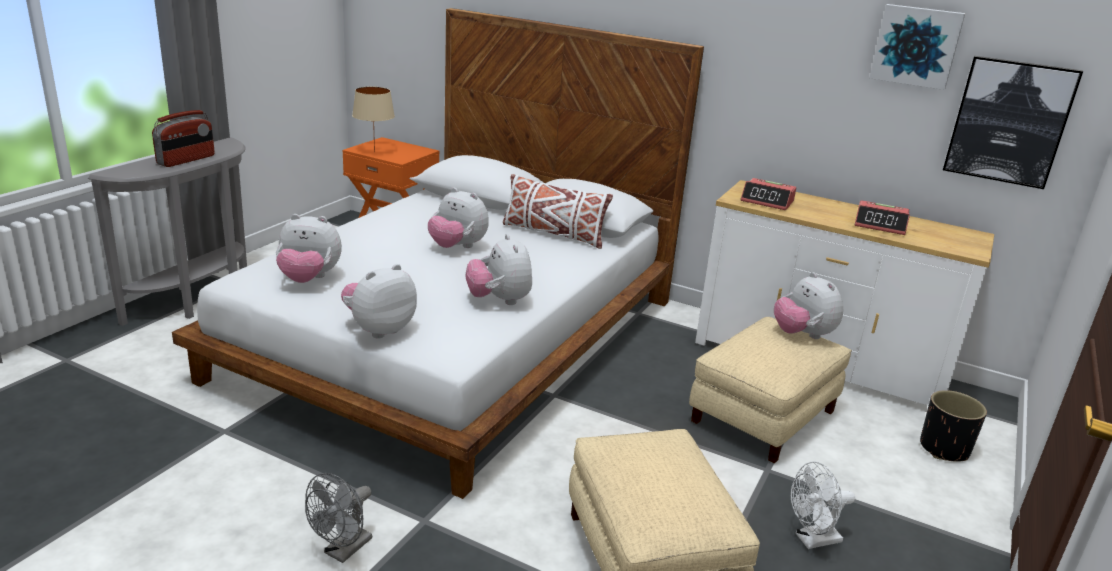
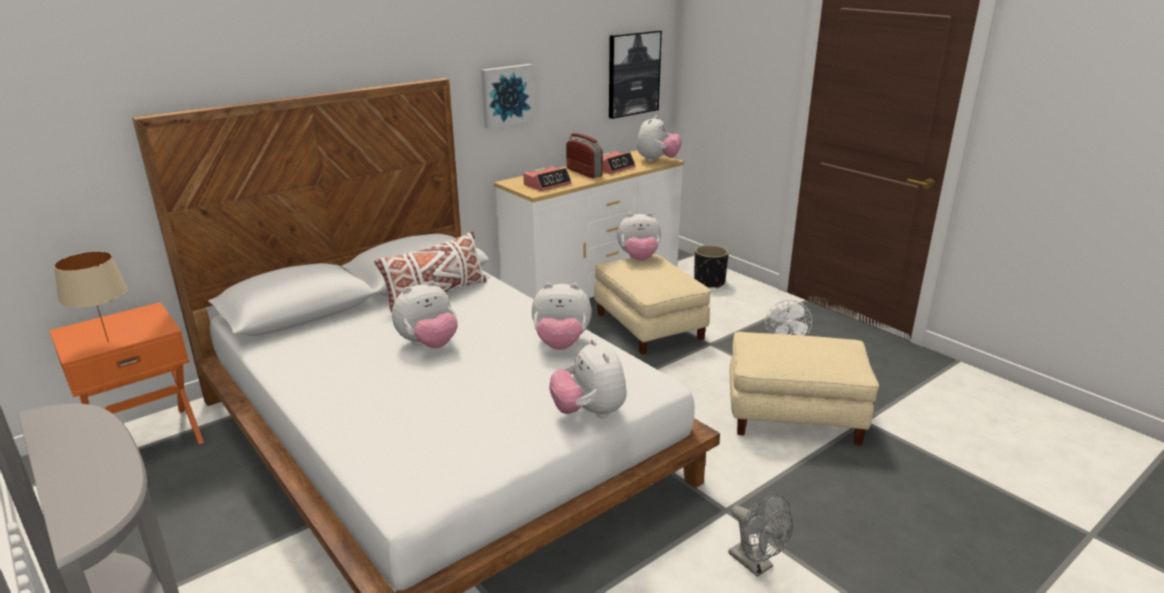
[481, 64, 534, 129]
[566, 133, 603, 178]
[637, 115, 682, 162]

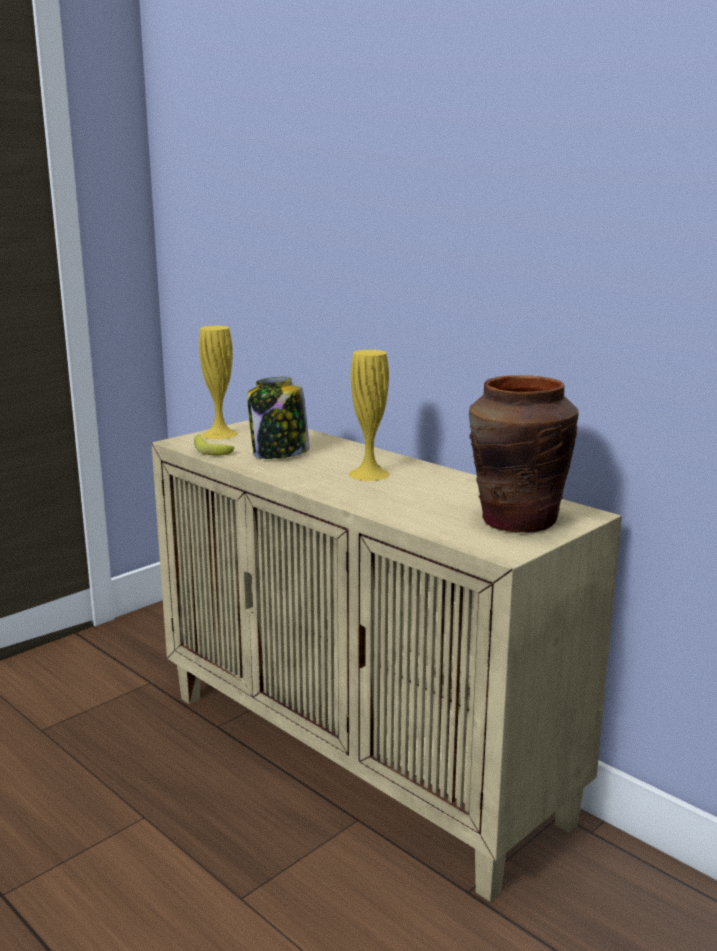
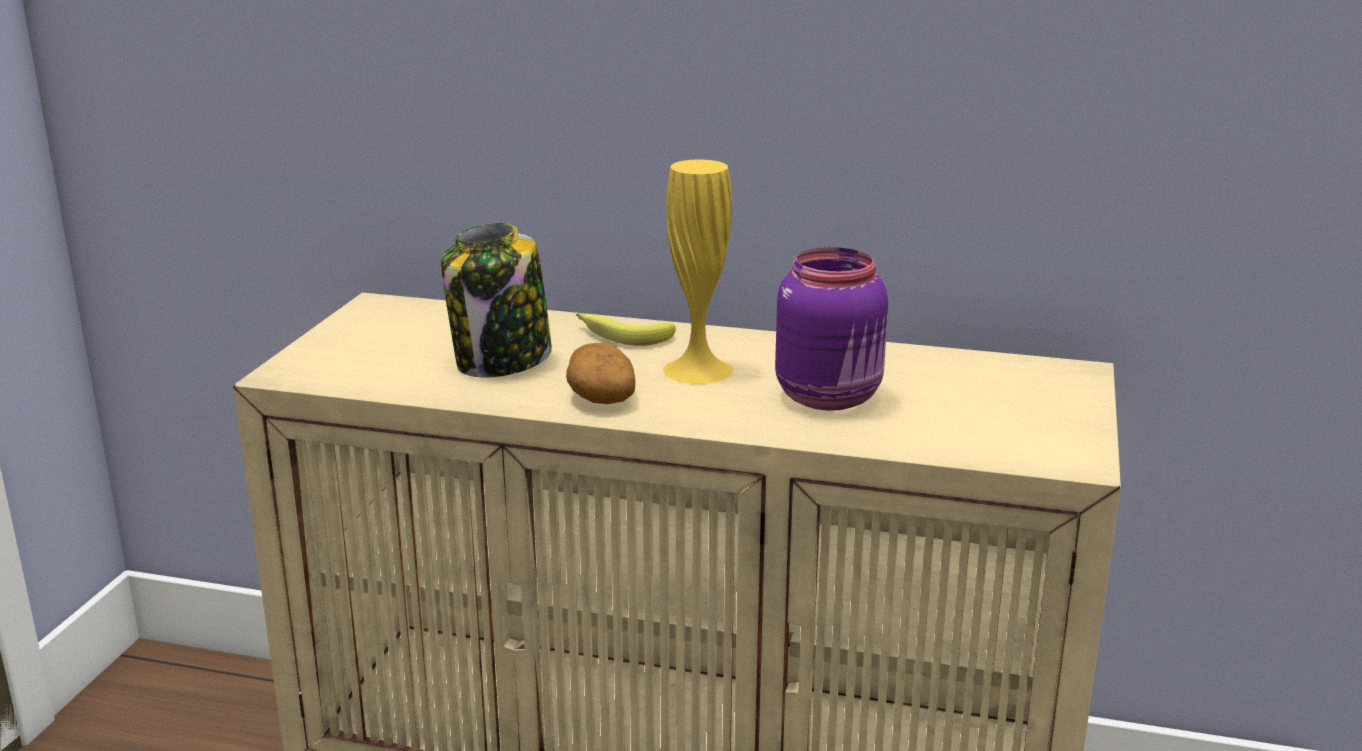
[199, 326, 238, 439] (first image)
[469, 375, 578, 533] (first image)
[576, 313, 676, 346]
[775, 247, 888, 411]
[566, 343, 635, 404]

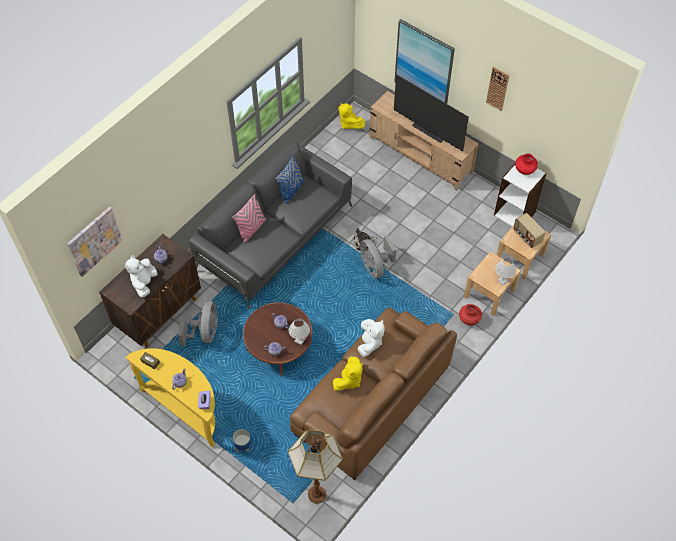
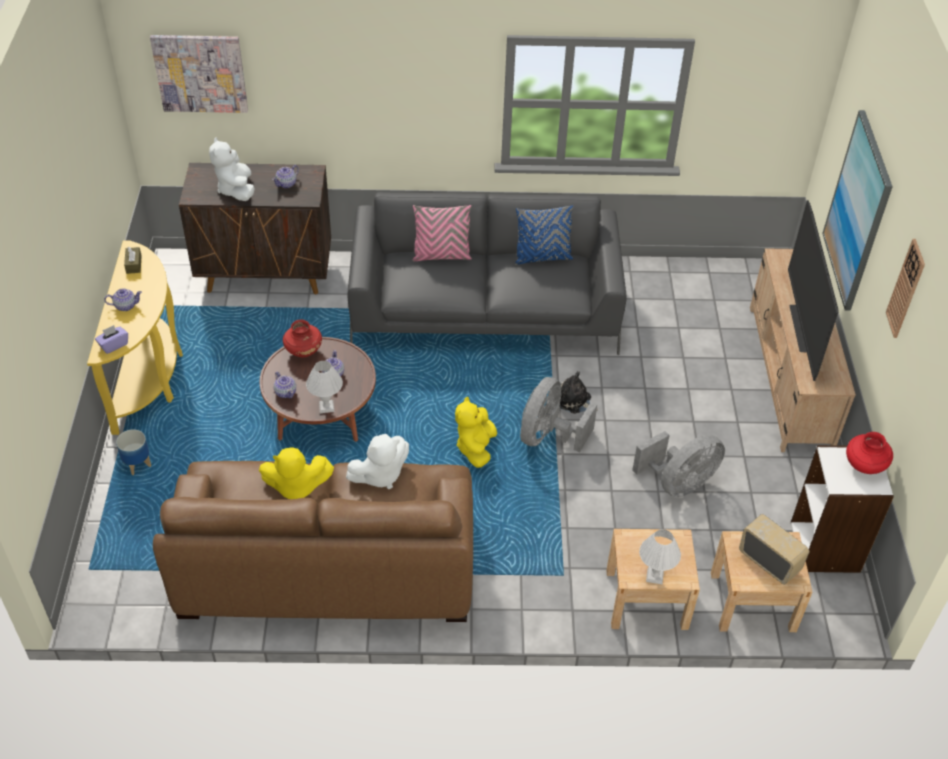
[455, 396, 497, 468]
[739, 514, 810, 585]
[209, 137, 255, 201]
[632, 431, 725, 497]
[283, 320, 322, 358]
[288, 429, 343, 504] (first image)

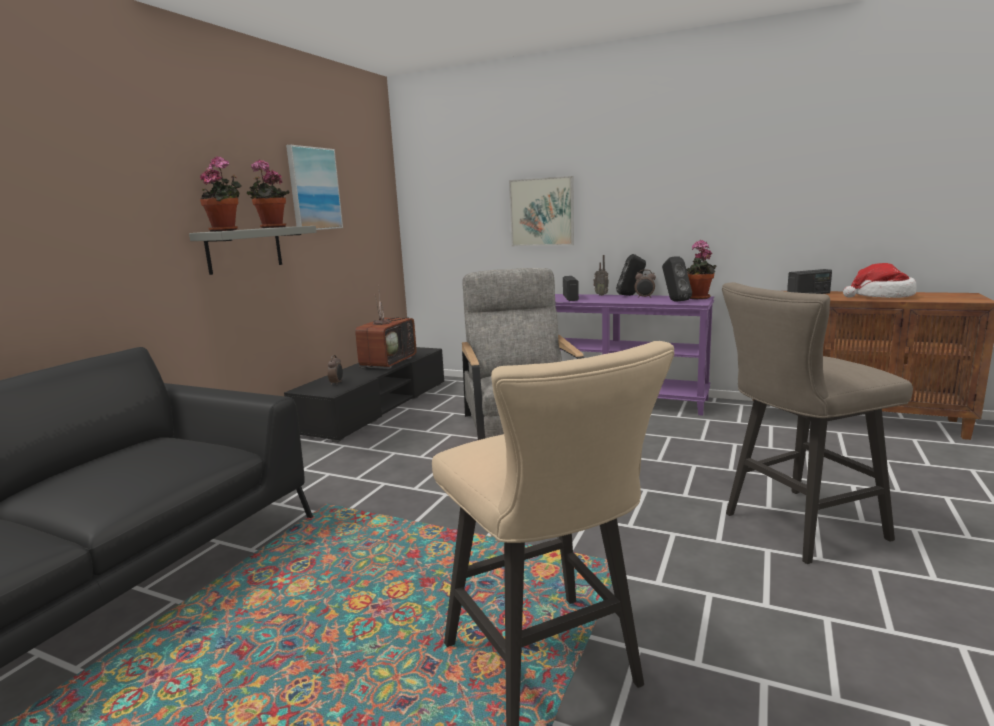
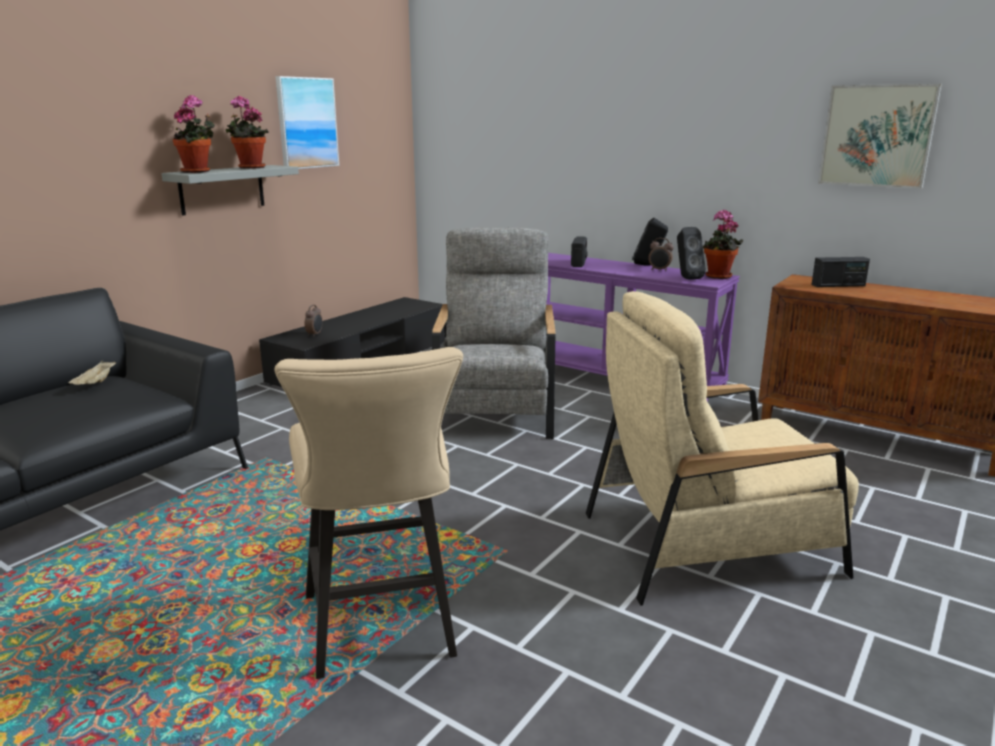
[818, 84, 942, 189]
[593, 255, 609, 296] (first image)
[843, 263, 917, 298] (first image)
[585, 291, 859, 606]
[355, 285, 417, 369] (first image)
[68, 361, 116, 385]

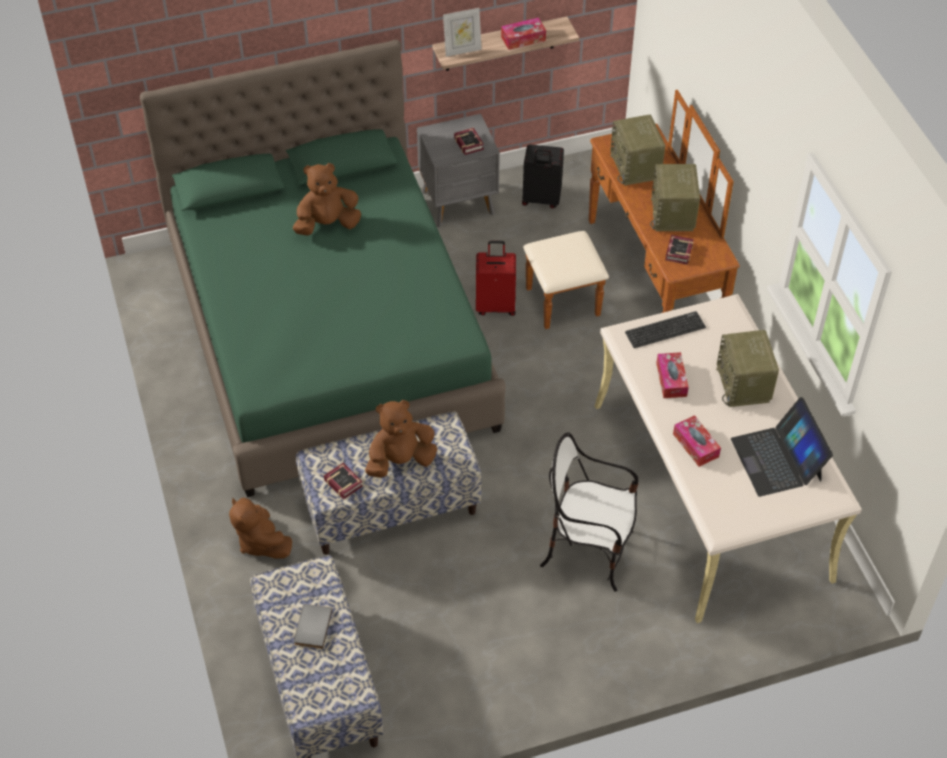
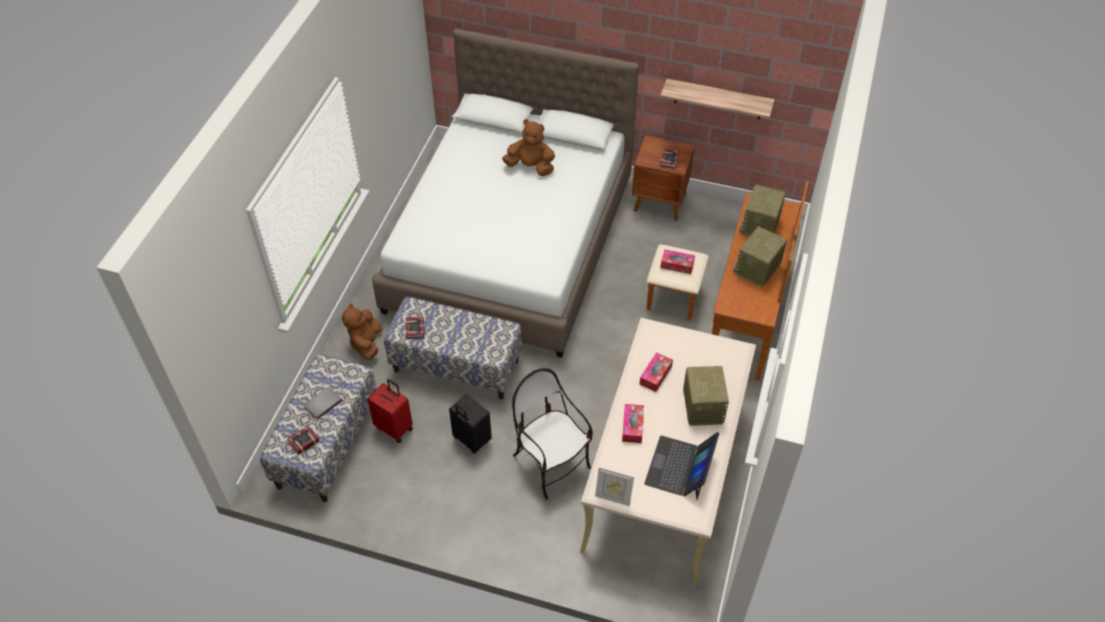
[595, 467, 634, 506]
[660, 249, 695, 274]
[372, 28, 639, 358]
[632, 135, 695, 221]
[449, 394, 492, 454]
[287, 426, 319, 455]
[367, 379, 413, 443]
[625, 311, 706, 348] (first image)
[683, 366, 729, 426]
[365, 400, 437, 478] (first image)

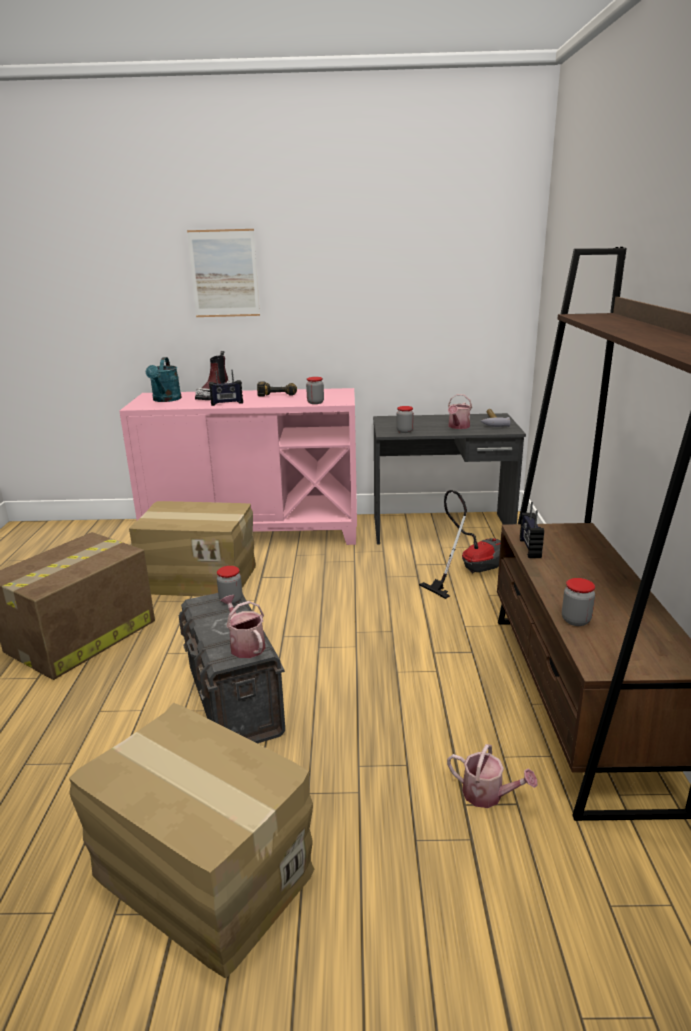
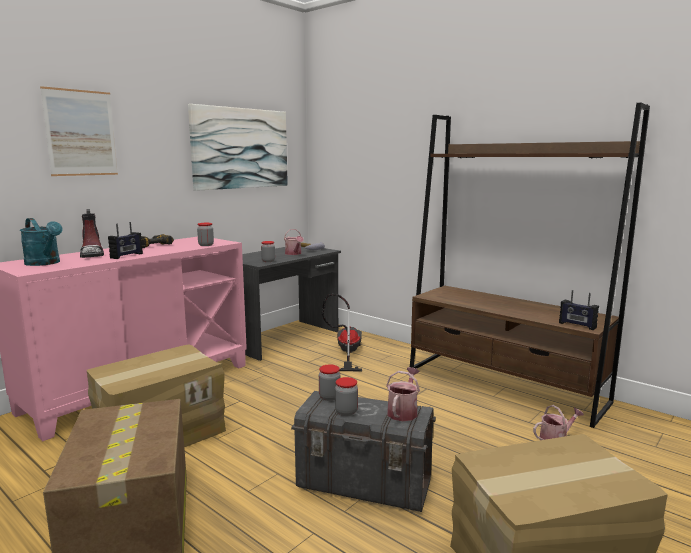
[559, 290, 599, 330]
[335, 377, 358, 416]
[386, 367, 420, 421]
[188, 104, 288, 191]

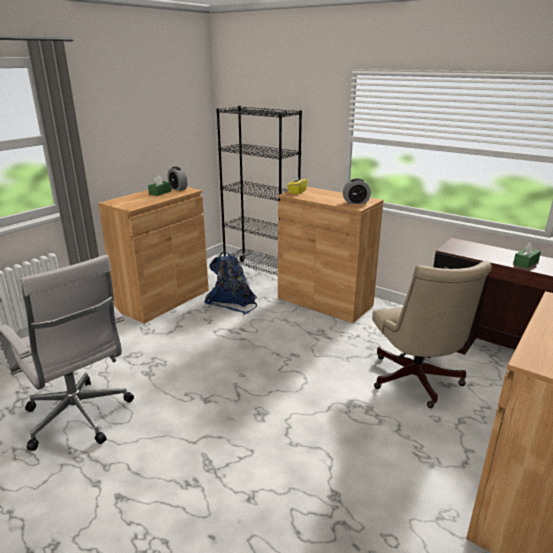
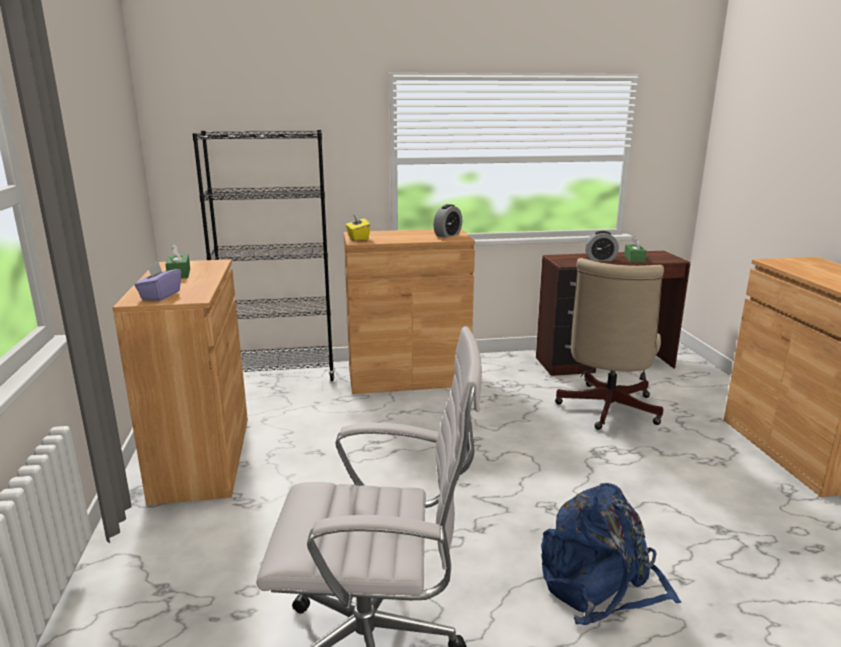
[585, 231, 619, 261]
[541, 483, 682, 625]
[555, 258, 664, 430]
[134, 261, 181, 301]

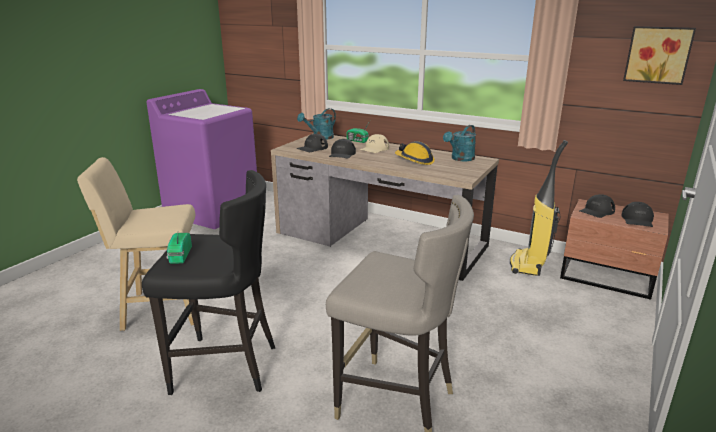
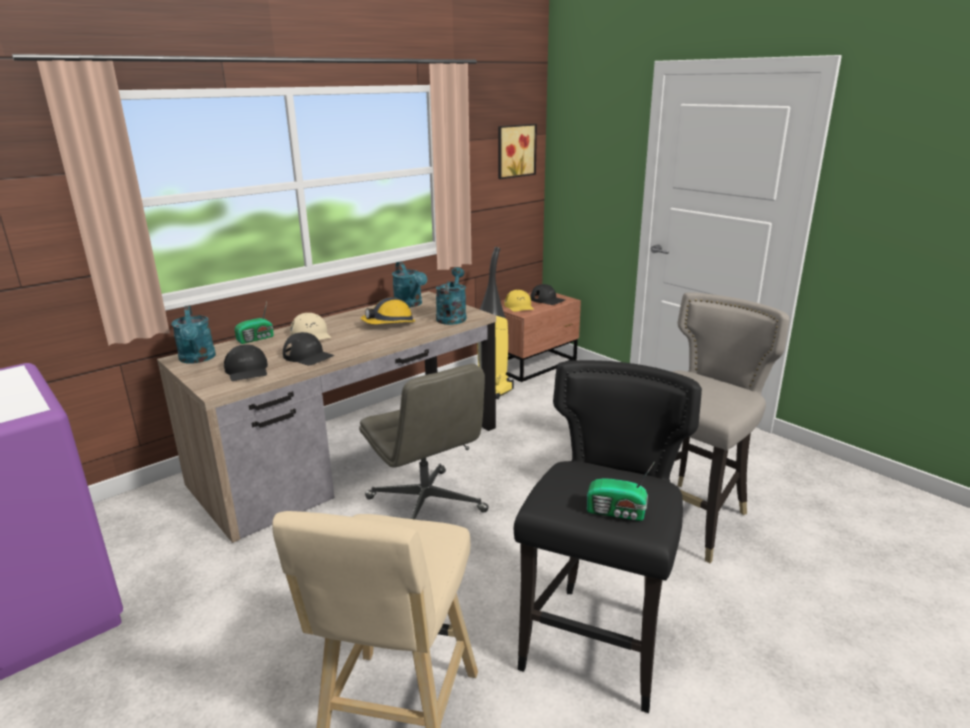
[504, 290, 534, 312]
[436, 267, 467, 325]
[359, 364, 489, 520]

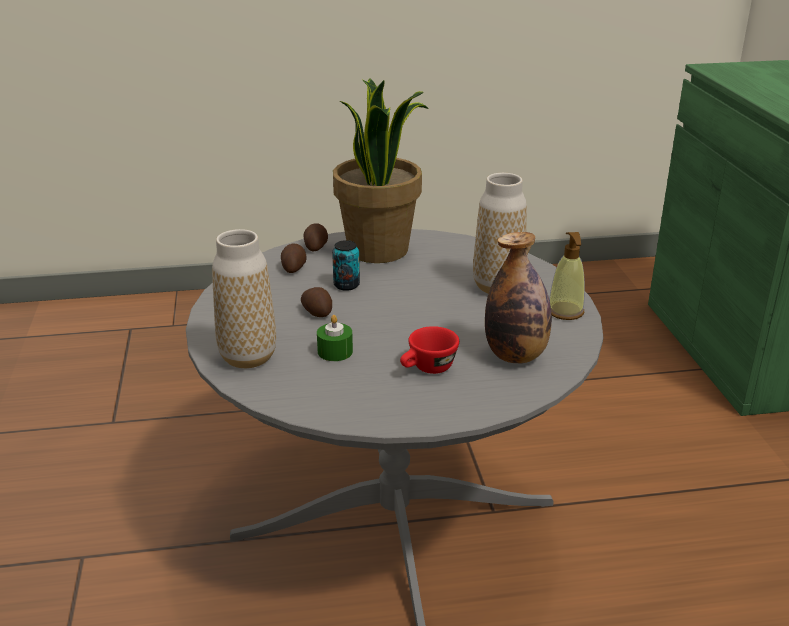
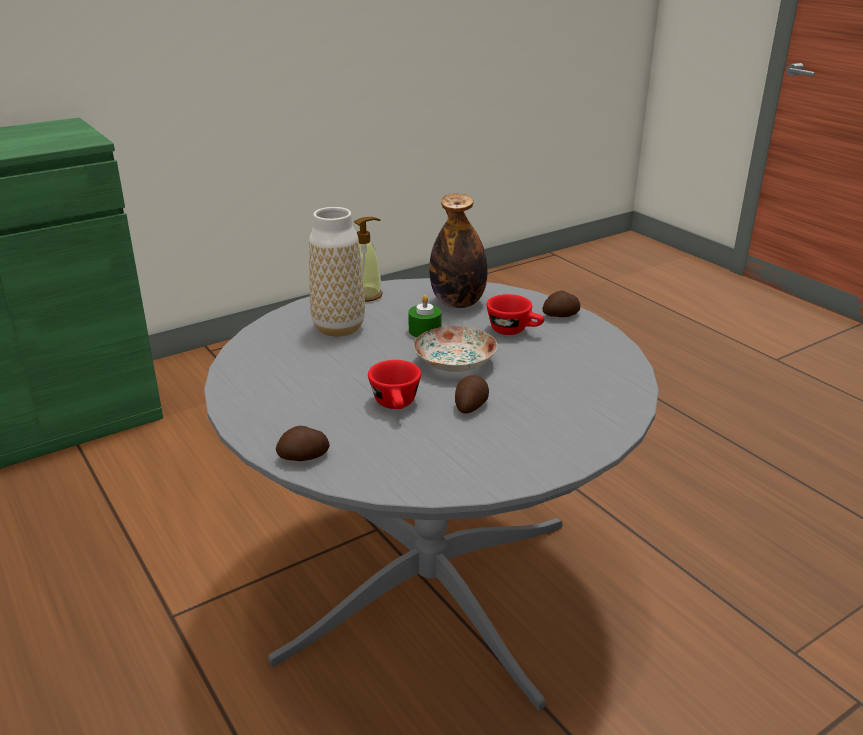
[333, 78, 429, 263] (first image)
[212, 229, 276, 368] (first image)
[368, 360, 421, 409]
[542, 290, 580, 317]
[408, 295, 442, 338]
[414, 326, 497, 372]

